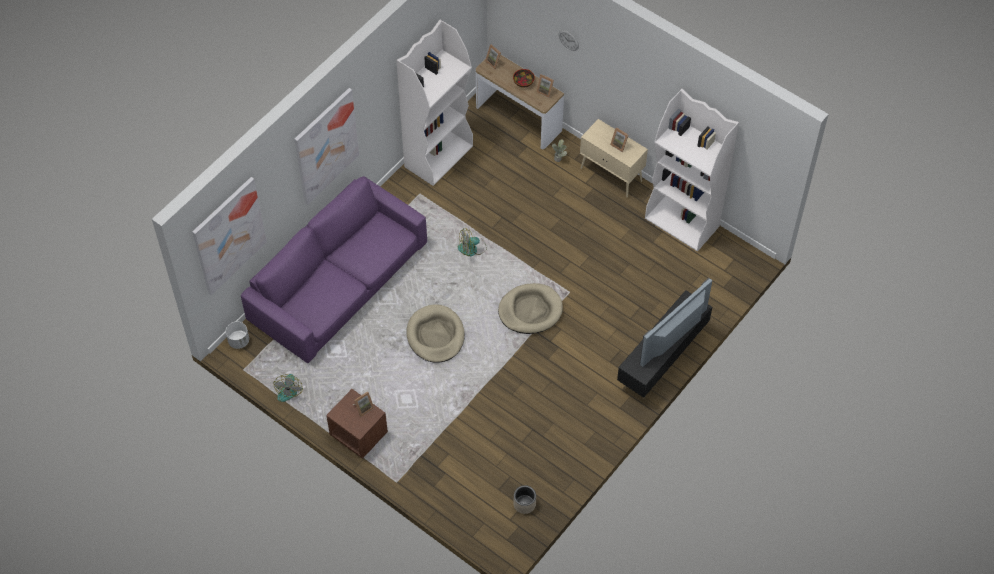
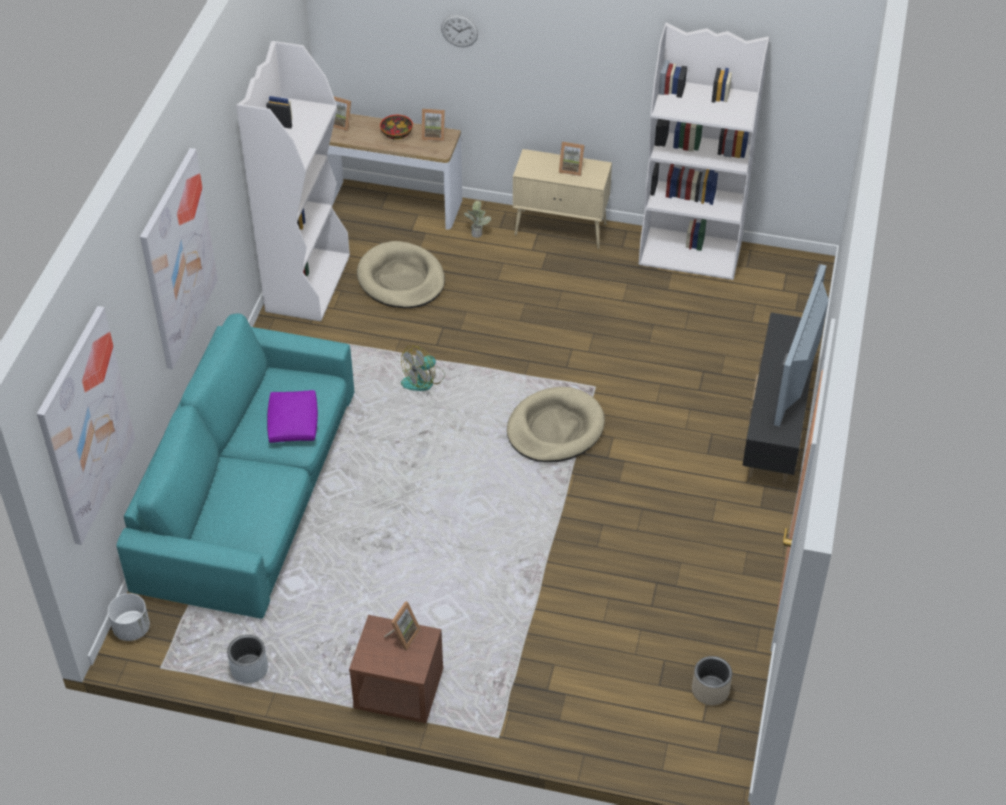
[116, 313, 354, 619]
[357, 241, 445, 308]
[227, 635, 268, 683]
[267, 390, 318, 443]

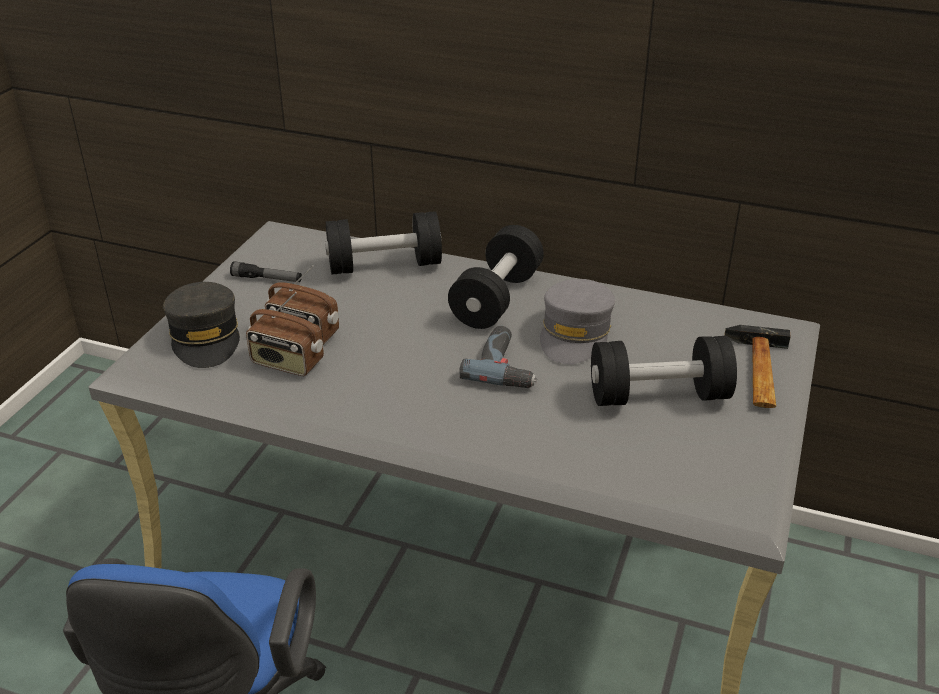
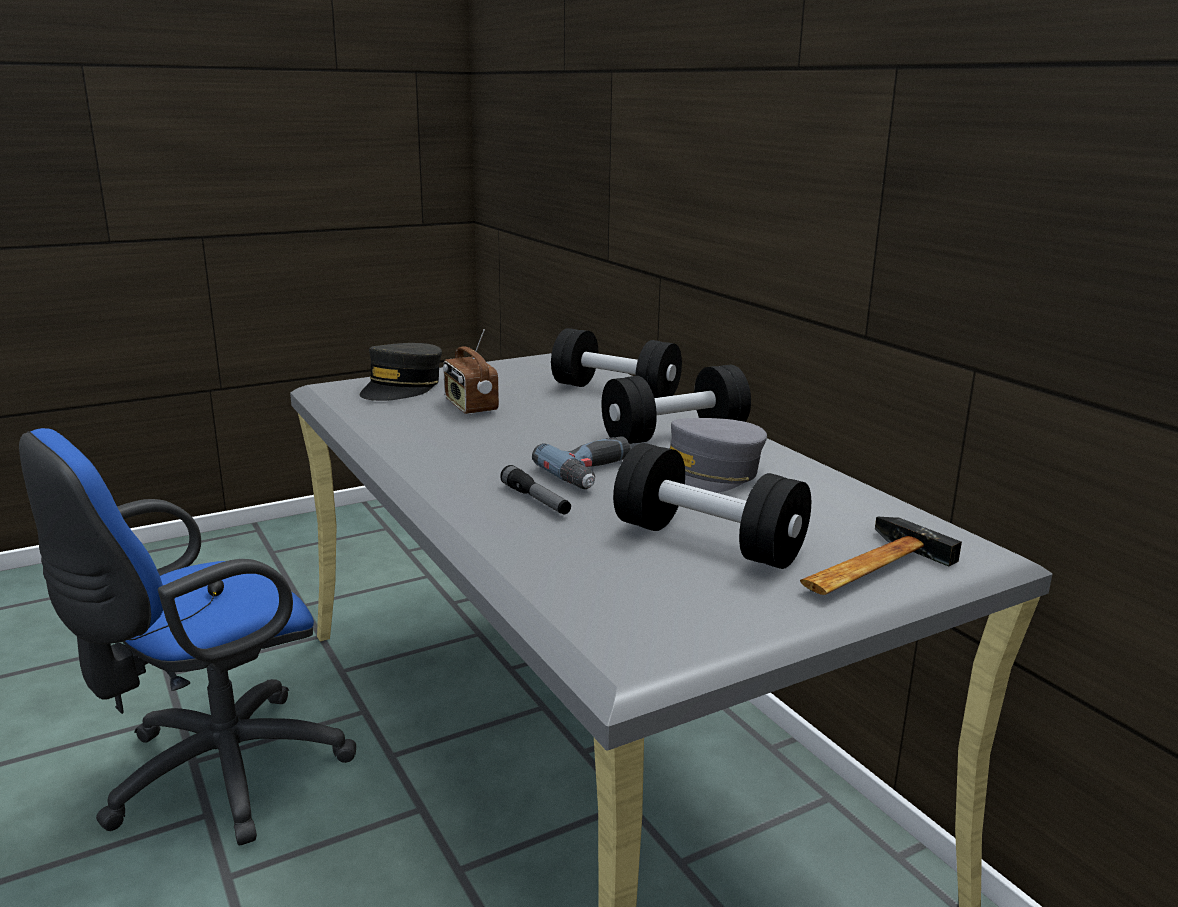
[500, 465, 571, 514]
[246, 292, 324, 376] (first image)

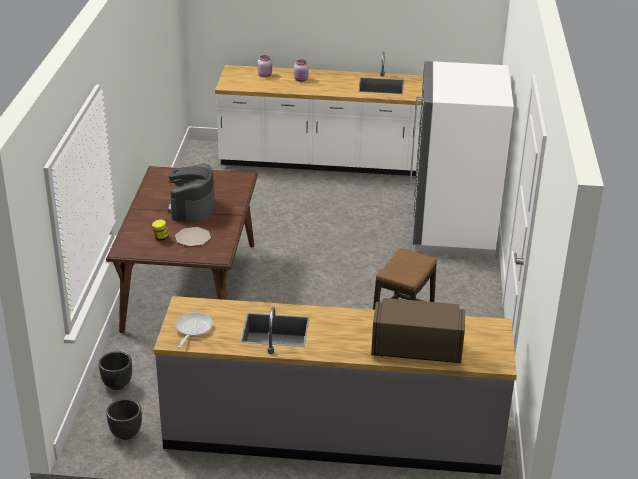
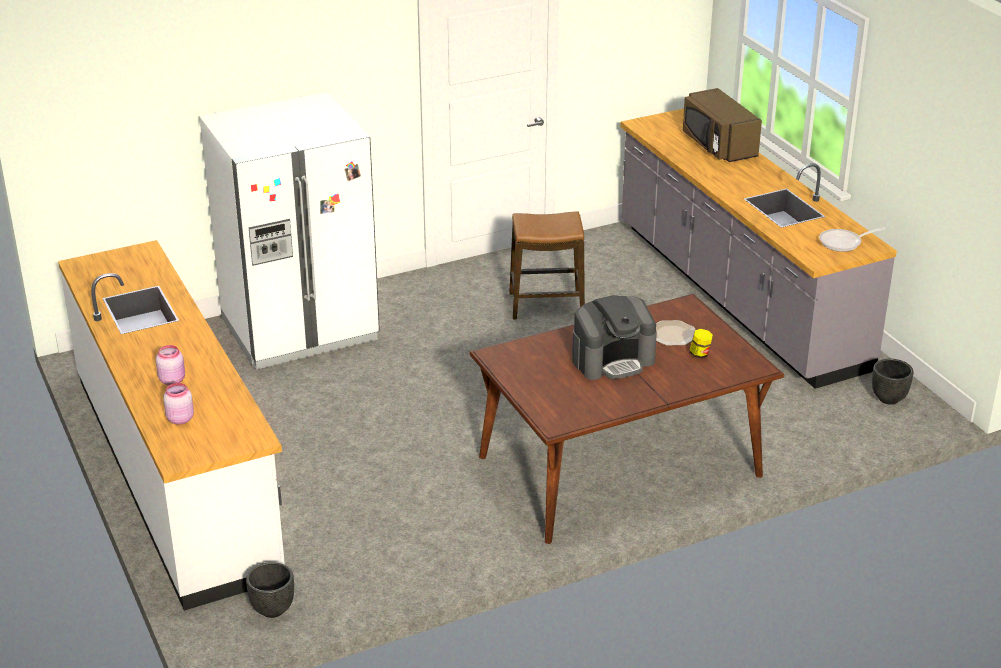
[246, 562, 294, 618]

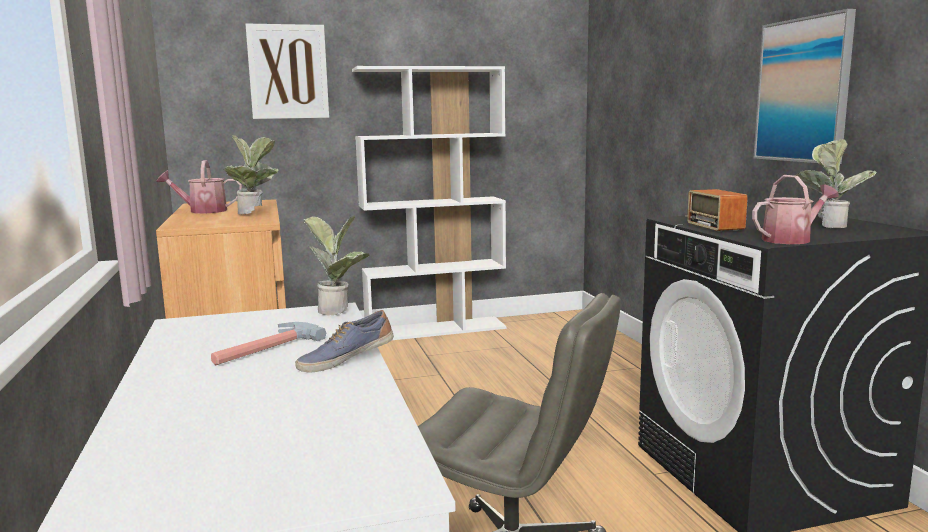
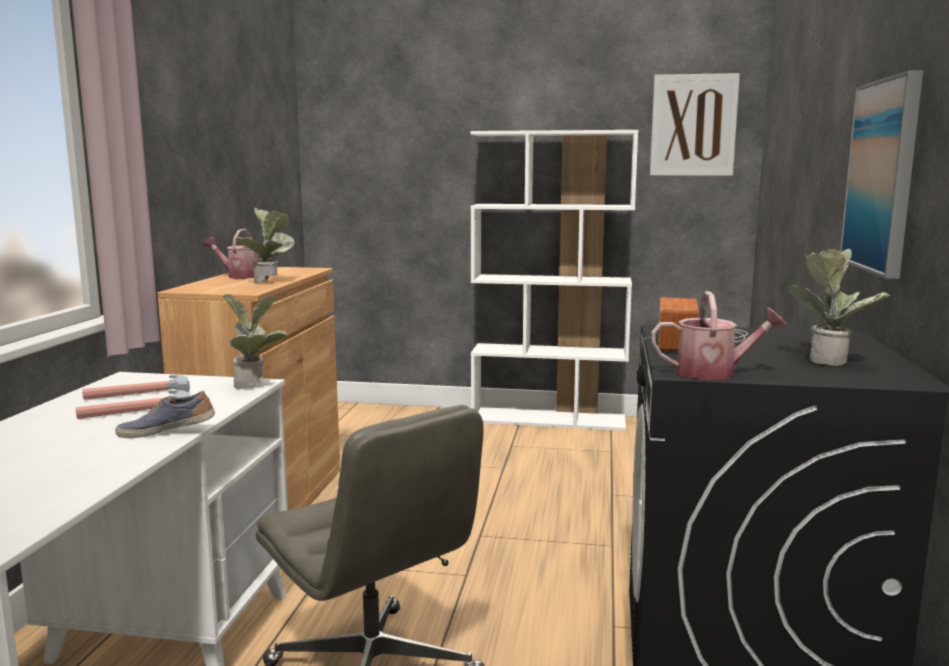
[650, 73, 740, 176]
[82, 375, 190, 400]

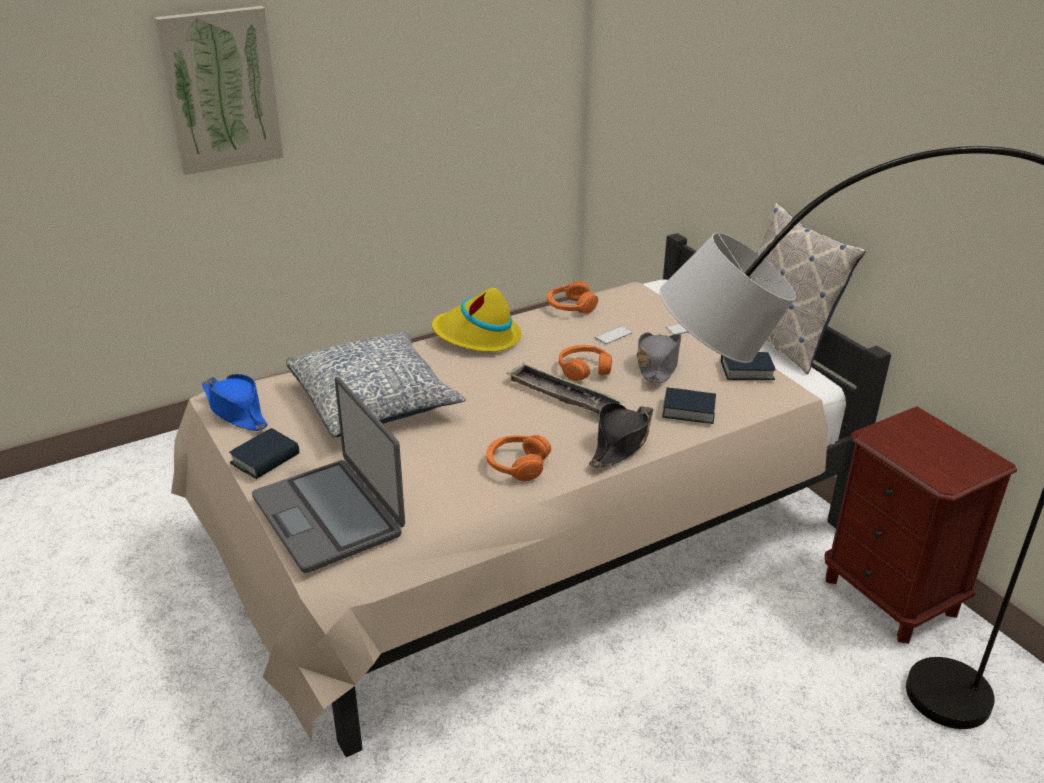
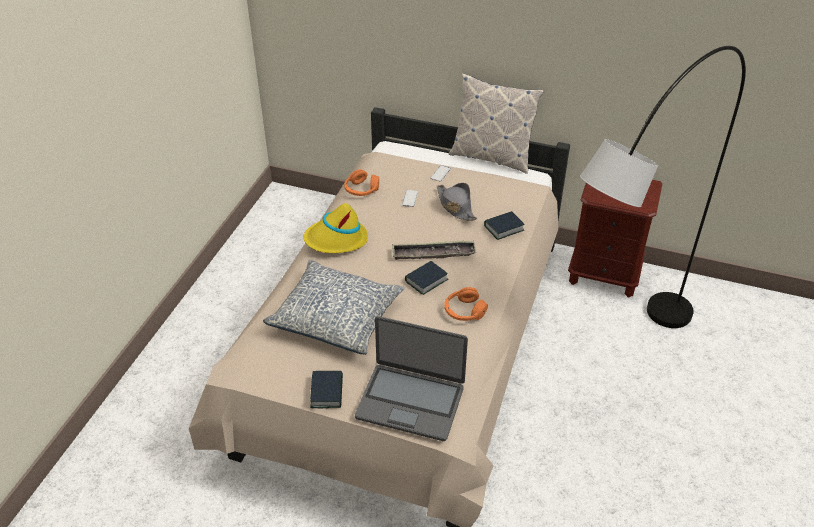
[154, 6, 284, 175] (first image)
[559, 345, 612, 381] (first image)
[405, 261, 448, 295]
[202, 374, 268, 431] (first image)
[589, 403, 654, 468] (first image)

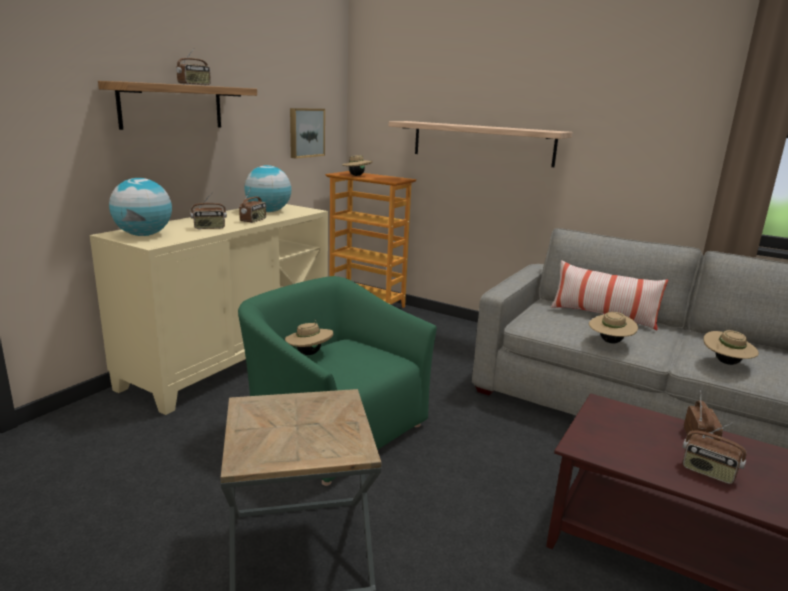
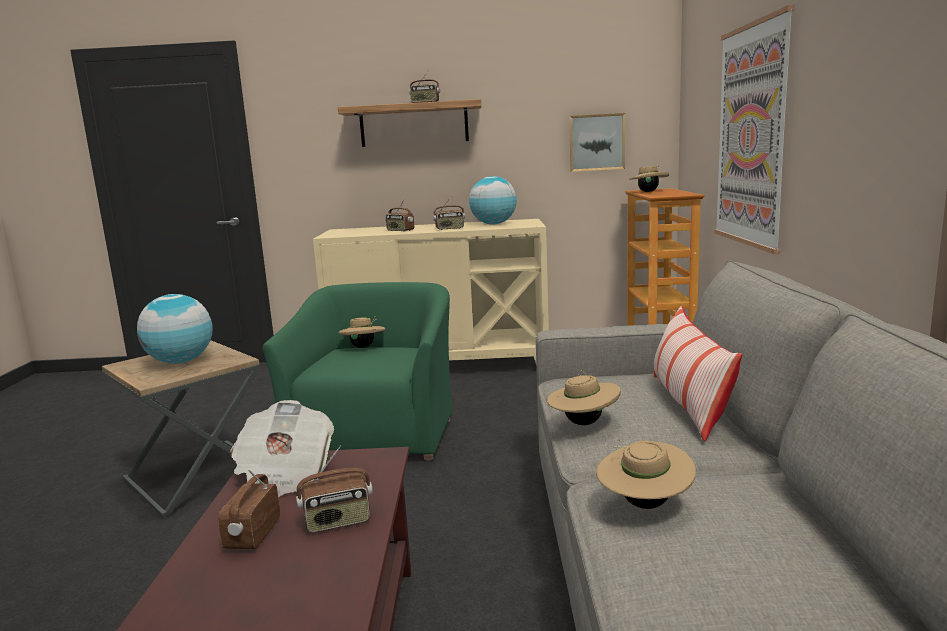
[714, 5, 795, 254]
[137, 294, 213, 364]
[230, 400, 334, 498]

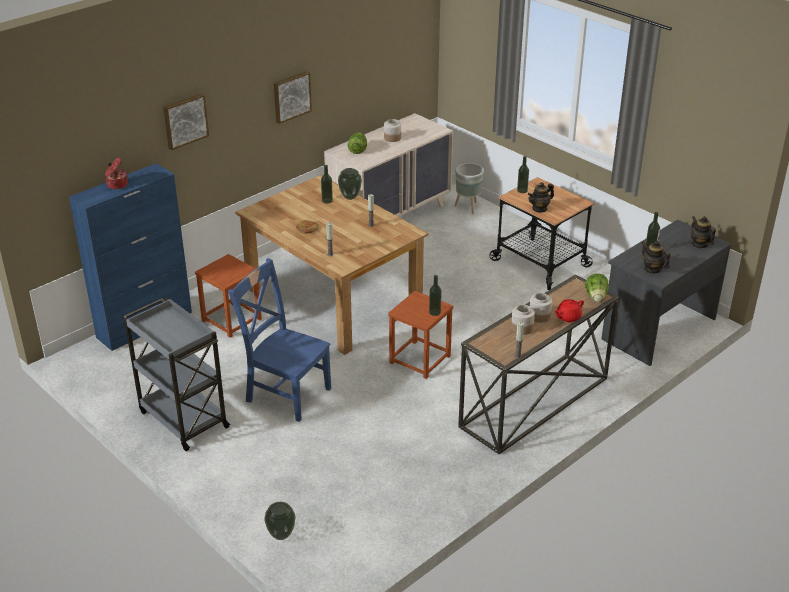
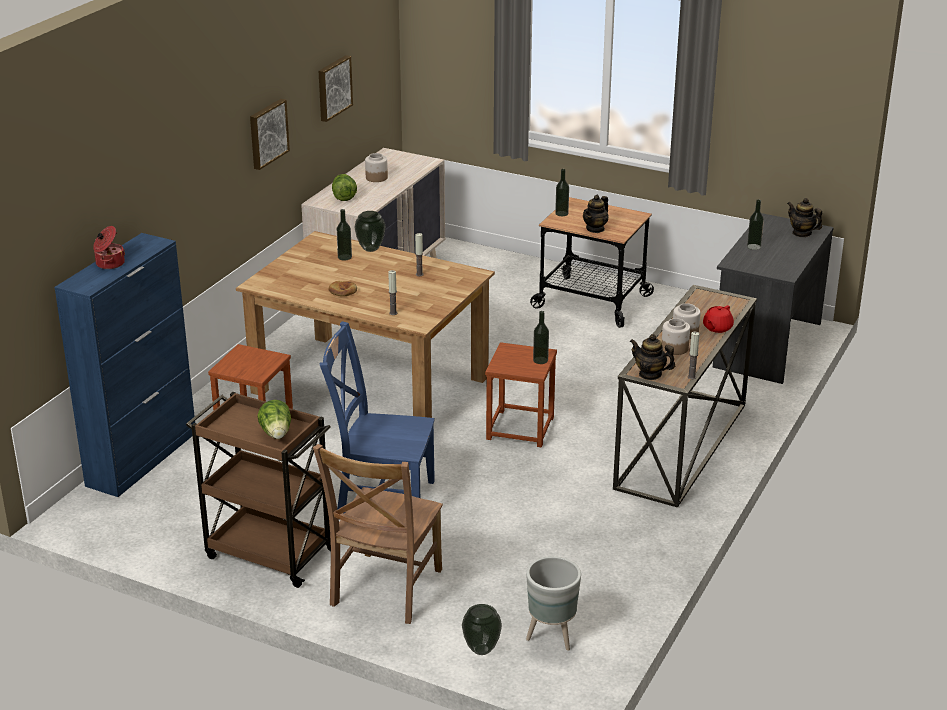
[319, 55, 353, 122]
[526, 556, 581, 650]
[629, 334, 675, 380]
[257, 400, 291, 439]
[186, 392, 331, 588]
[313, 444, 443, 624]

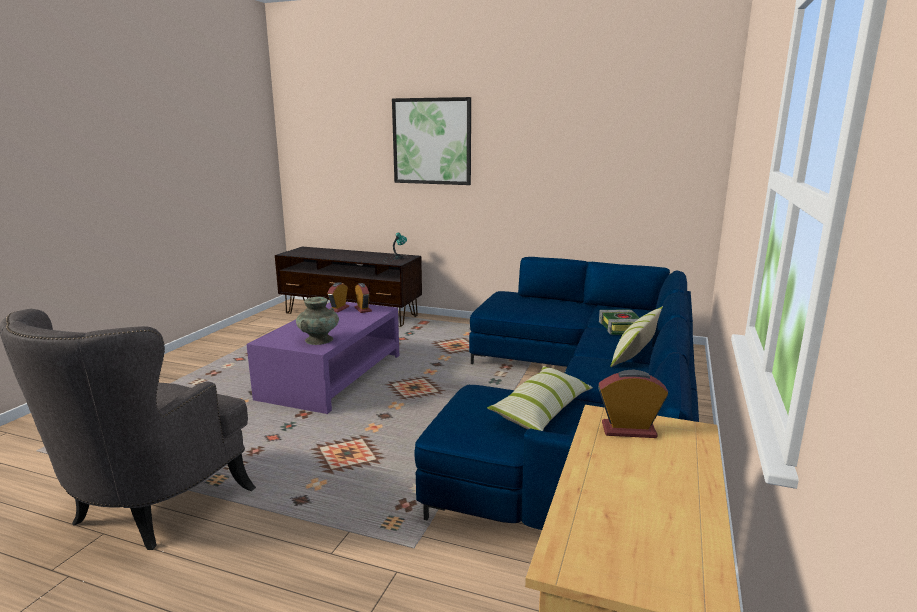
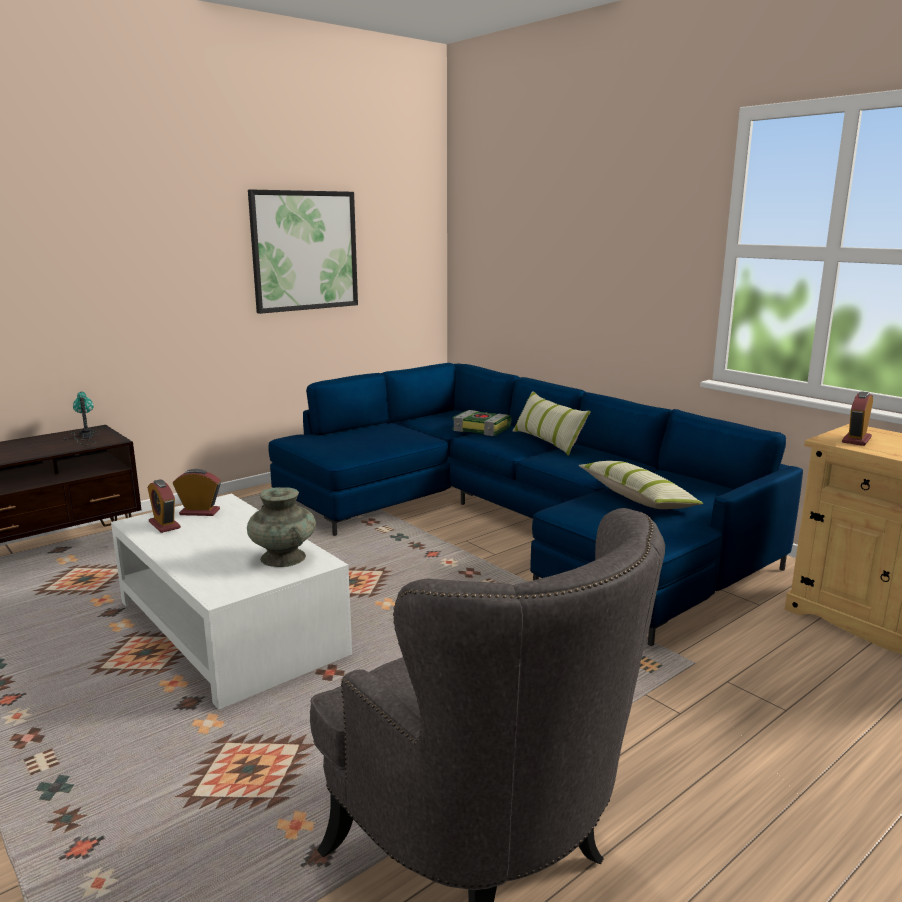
[248, 190, 358, 314]
[111, 494, 352, 710]

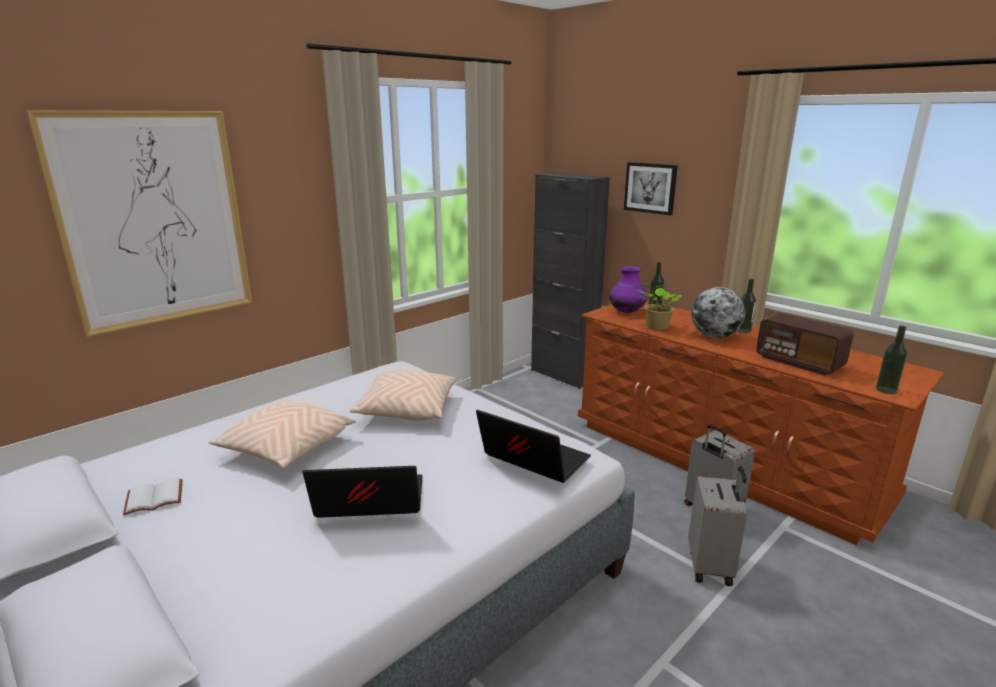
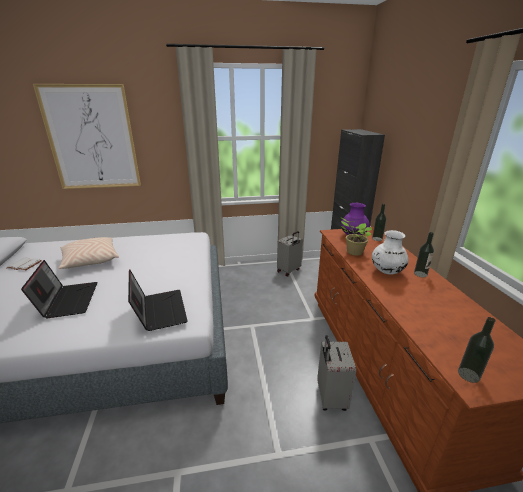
[624, 162, 678, 215] (first image)
[372, 230, 409, 275]
[756, 313, 854, 375] (first image)
[350, 370, 455, 420] (first image)
[21, 260, 98, 318]
[277, 231, 303, 276]

